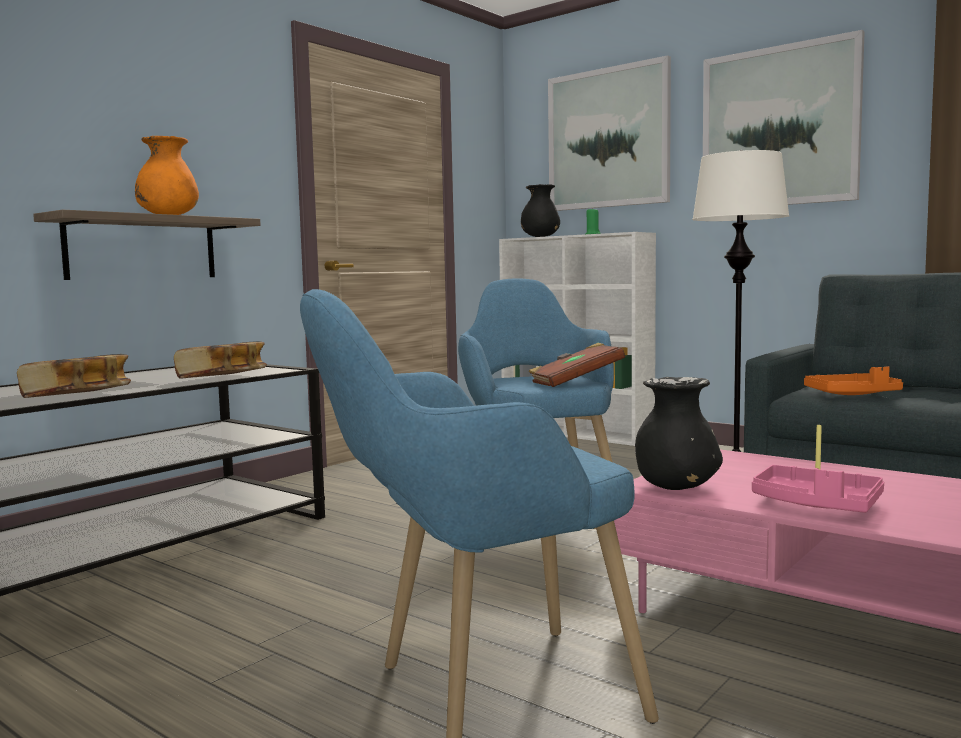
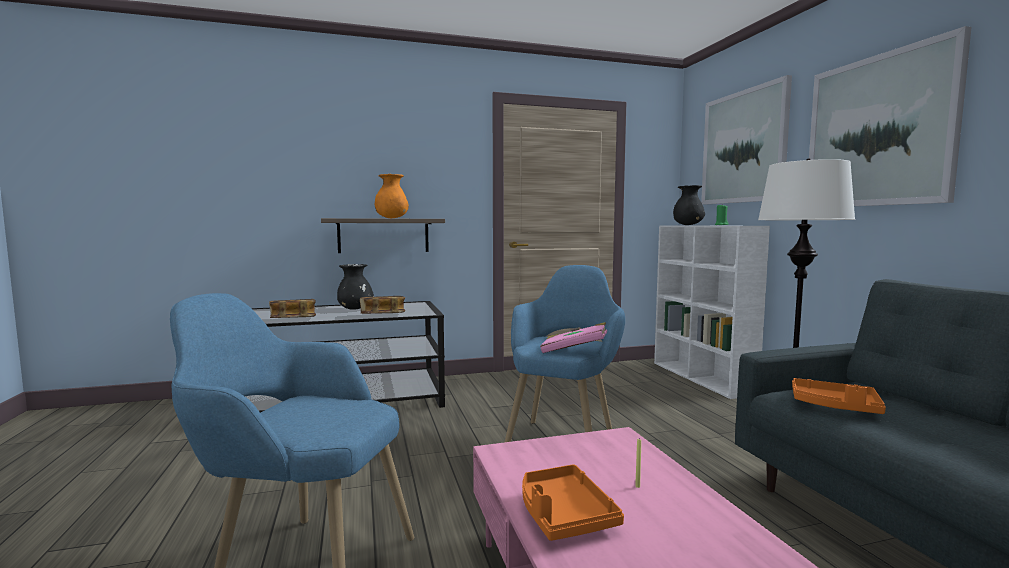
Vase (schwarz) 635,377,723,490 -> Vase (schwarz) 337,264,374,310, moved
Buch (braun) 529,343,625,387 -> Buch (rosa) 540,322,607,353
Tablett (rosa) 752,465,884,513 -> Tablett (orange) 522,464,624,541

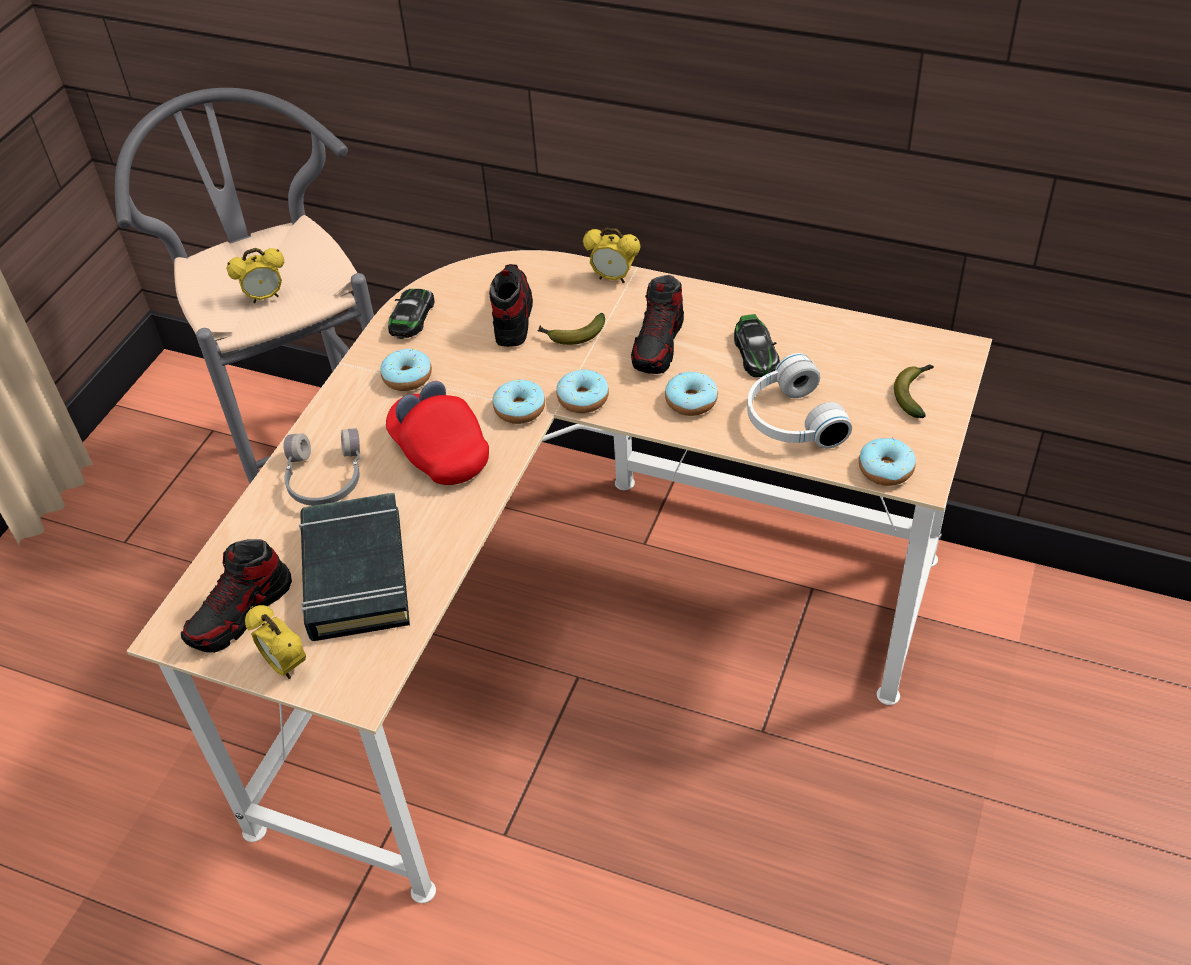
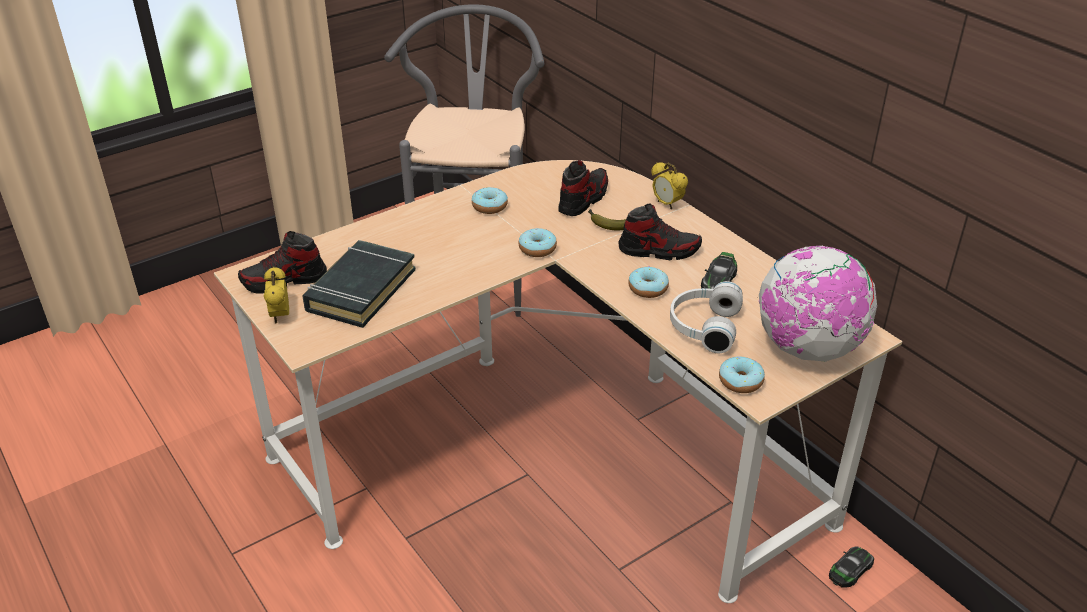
Wecker 227,248,284,303 -> none
Kopfhörer (grau) 283,428,360,506 -> none
Kappe (rot) 386,381,489,485 -> none
Donut 556,369,609,413 -> none
Spielzeugauto 388,289,434,339 -> Spielzeugauto 829,546,874,587, moved
Banane 894,365,934,418 -> Globus 759,245,877,361
Schuh 631,275,684,374 -> Schuh 618,204,702,260, 135 degrees counterclockwise

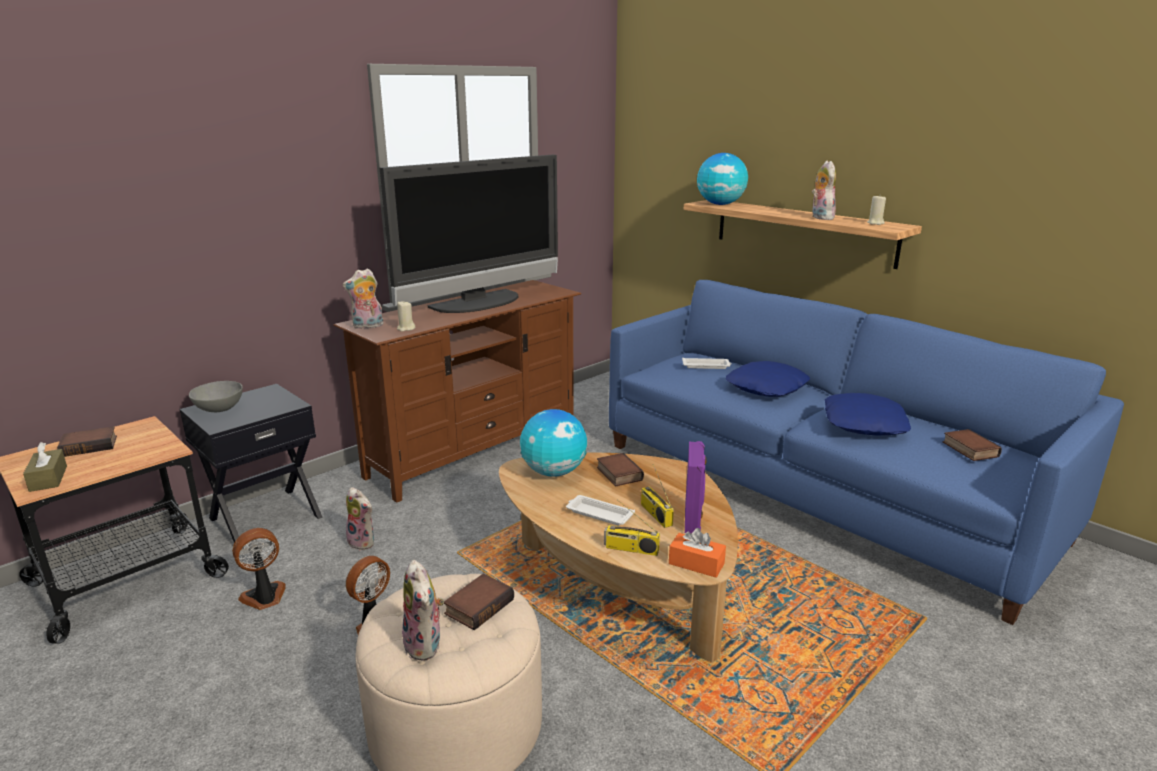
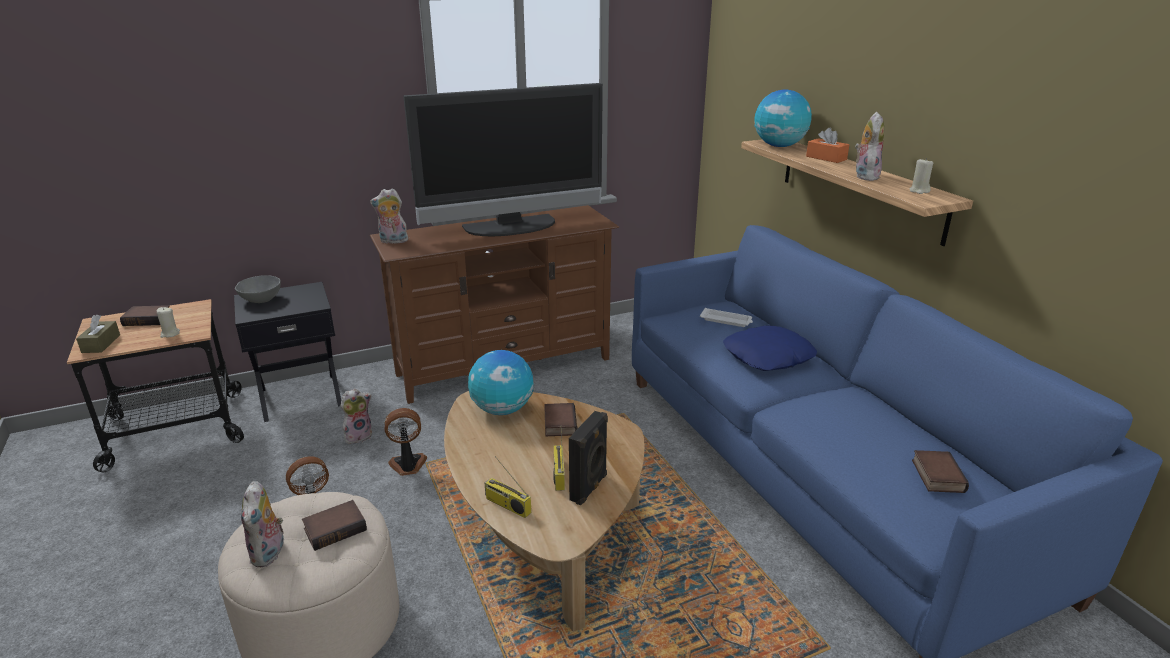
Tablett (weiß) 566,495,635,526 -> none
Kissen (blau) 825,393,911,436 -> none
Ventilator 232,528,286,610 -> Ventilator 385,408,427,476, moved
Kerze (beige) 397,300,415,332 -> Kerze (beige) 157,307,180,338, moved
Taschentuchbox (orange) 669,528,726,578 -> Taschentuchbox (orange) 806,128,849,163, moved
Lautsprecher (lila) 685,441,707,533 -> Lautsprecher (schwarz) 569,411,608,505
Plüschtier 346,487,374,551 -> Plüschtier 340,389,372,444, 90 degrees counterclockwise

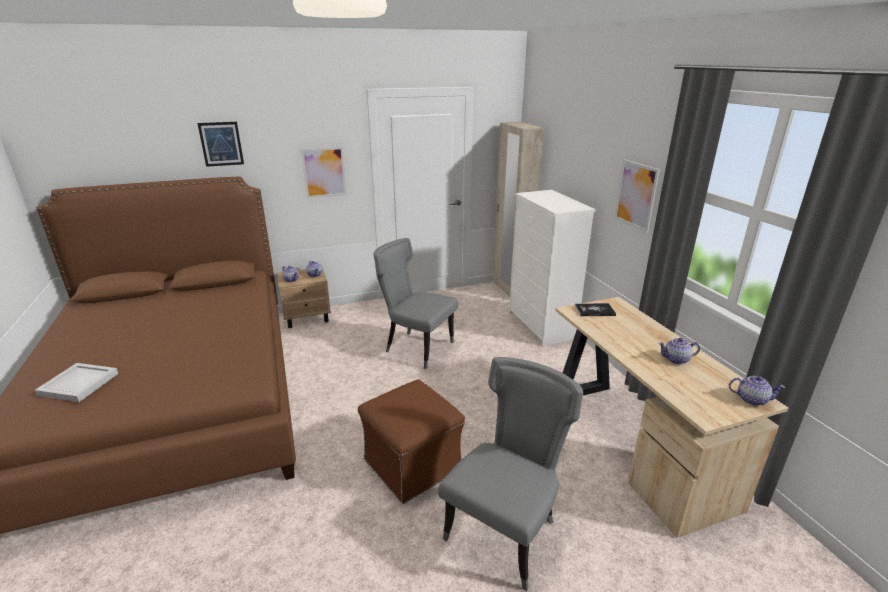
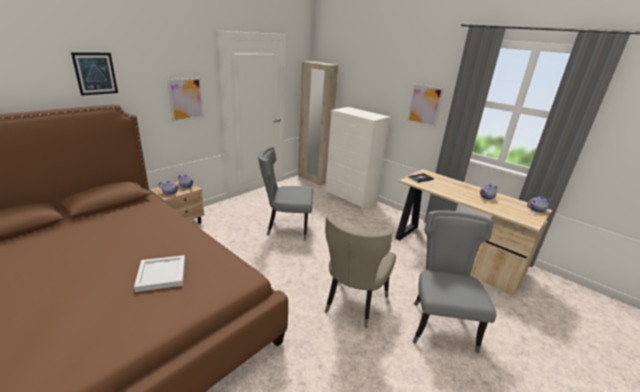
Tablett (weiß) 35,363,118,402 -> Tablett (weiß) 134,255,185,292, moved
Polsterhocker (braun) 358,380,465,504 -> Stuhl (beige) 325,215,396,328

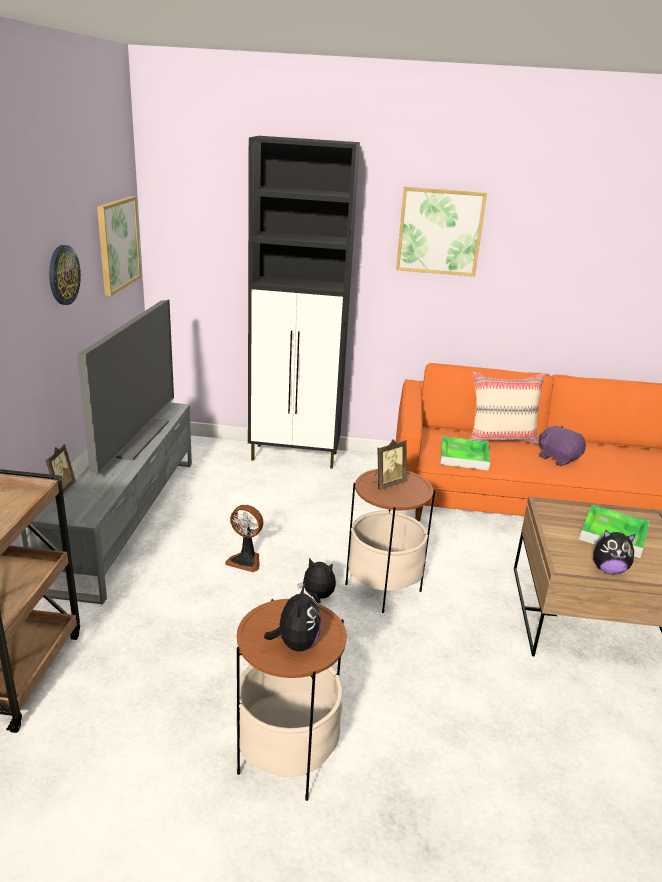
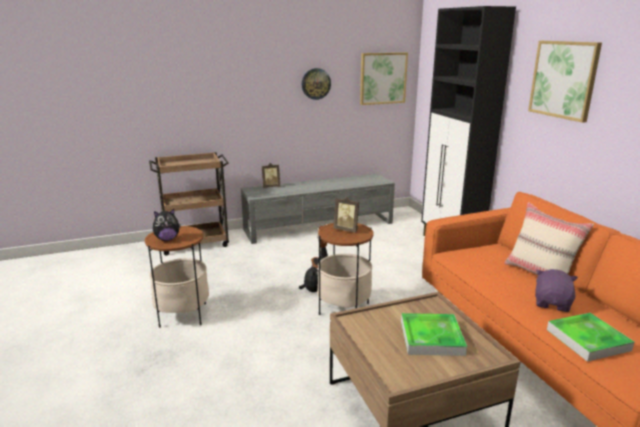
Fernseher 77,299,174,475 -> none
Plüschtier 593,530,636,574 -> none
Tablett 440,436,490,471 -> Tablett 547,313,634,362, moved

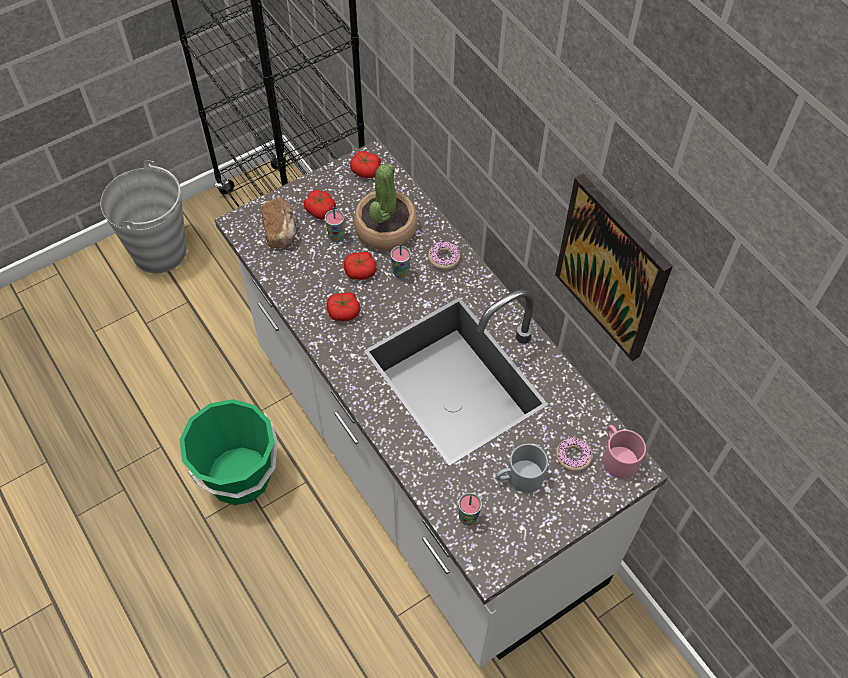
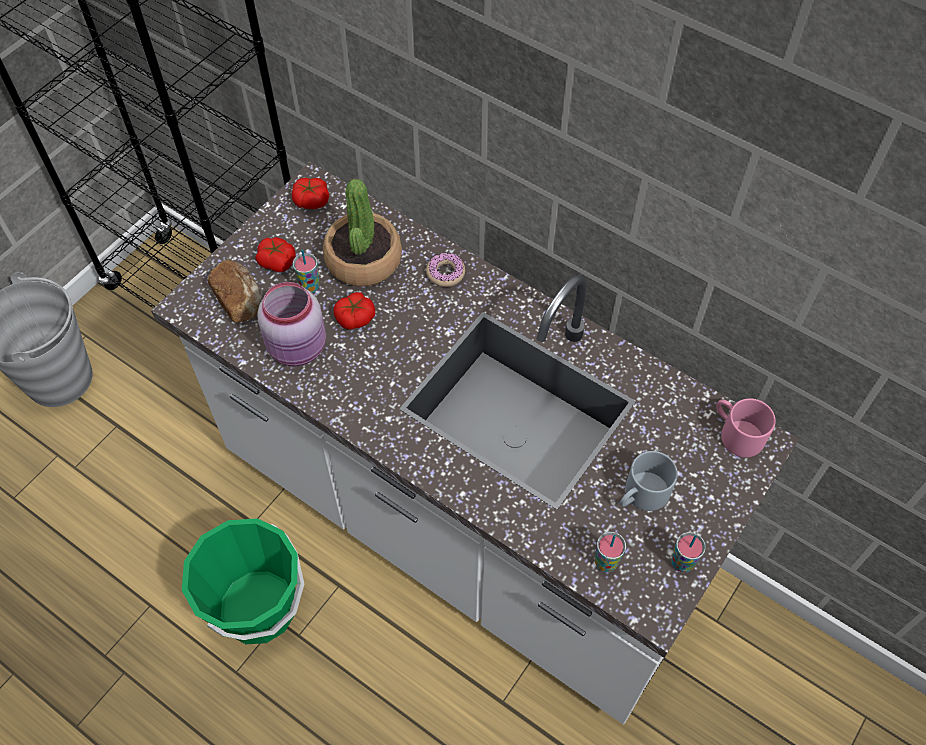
Tomate 327,292,360,321 -> none
Bild 555,174,673,361 -> none
Donut 556,437,592,472 -> none
none -> Vorratsglas (rosa) 257,282,326,366
Tasse 391,243,411,279 -> Tasse 671,532,706,573, moved

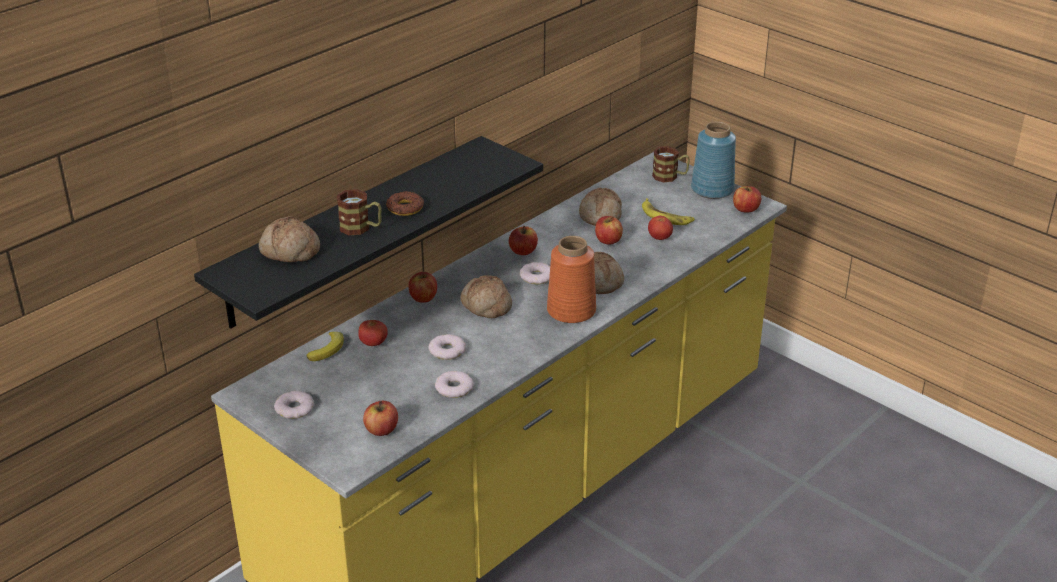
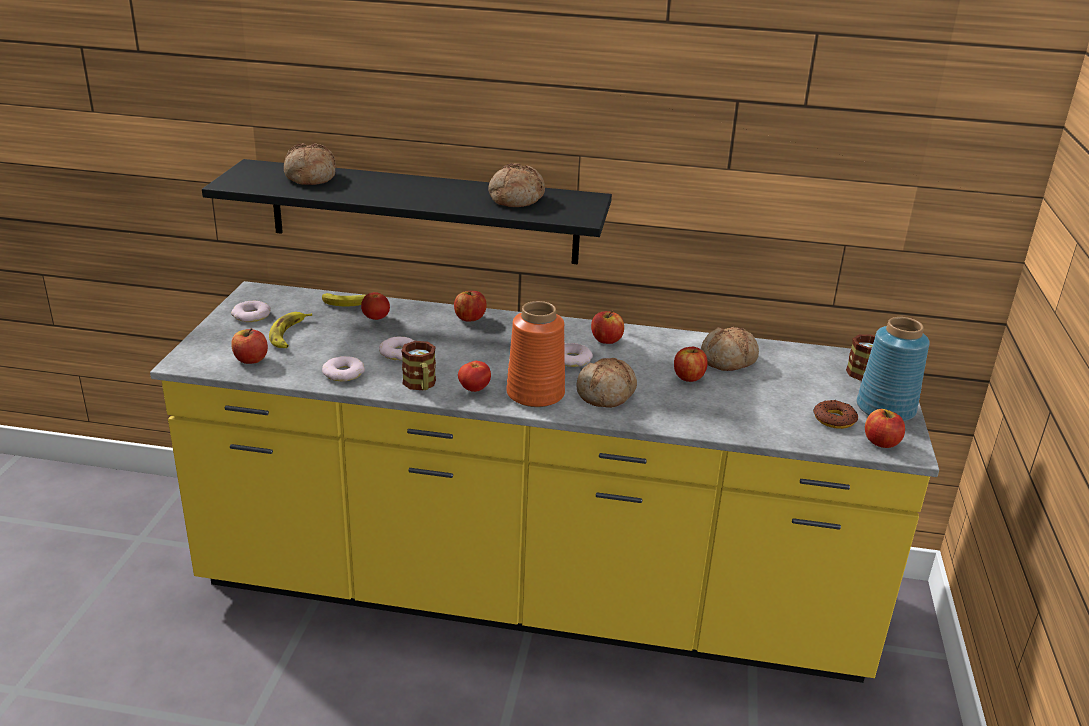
Henkelbecher 337,189,382,235 -> Henkelbecher 401,341,436,390, moved
Donut 386,191,424,216 -> Donut 813,400,858,429, moved
Brot 460,275,512,318 -> Brot 488,163,545,207, moved
Banane 642,198,695,225 -> Banane 269,312,312,348, moved
Tomate 648,216,673,240 -> Tomate 458,361,491,392, moved

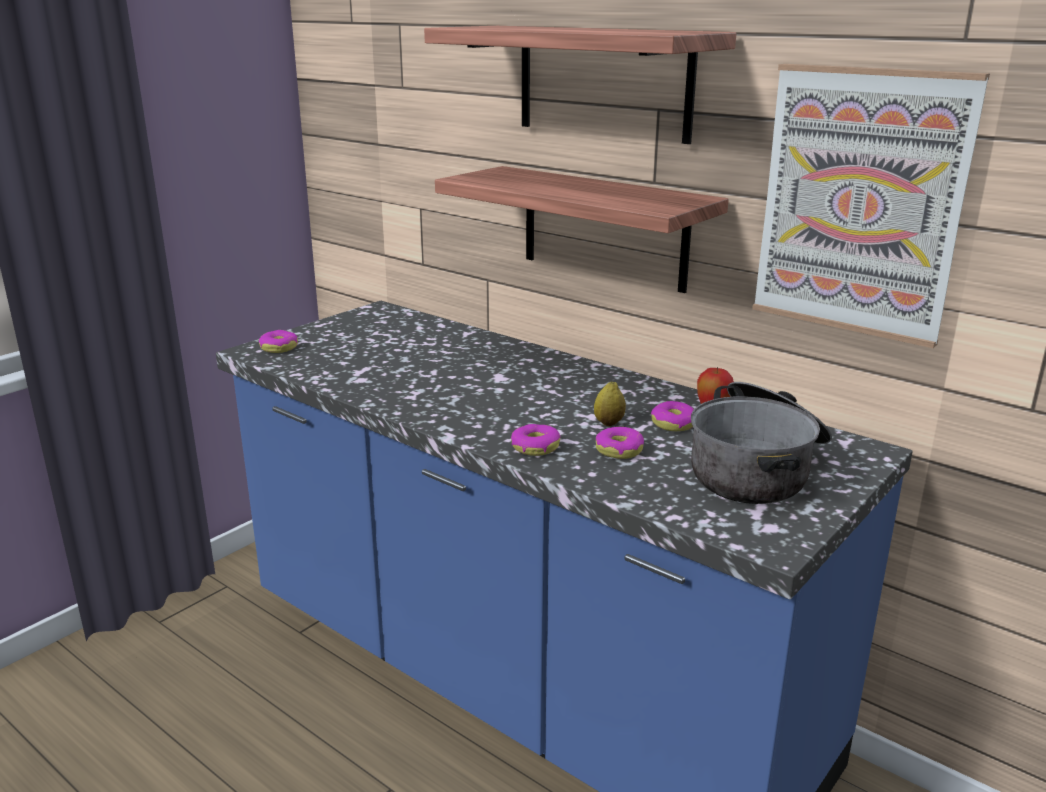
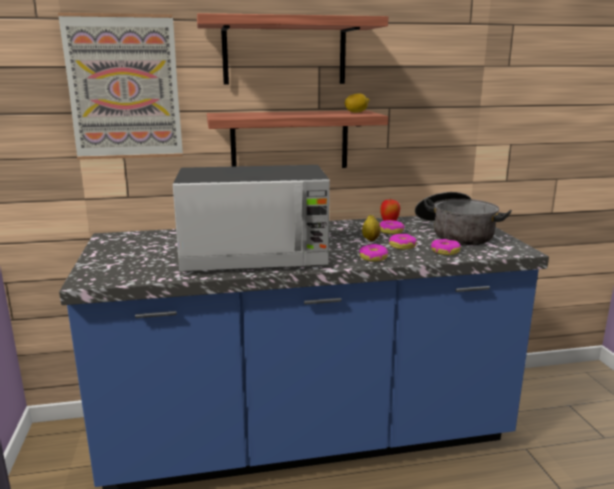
none -> Mikrowelle 173,165,330,271
none -> Zitrone 344,94,369,113
Donut 259,330,298,353 -> Donut 431,239,461,255, moved
Bild 752,64,990,348 -> Bild 58,13,183,160, moved

